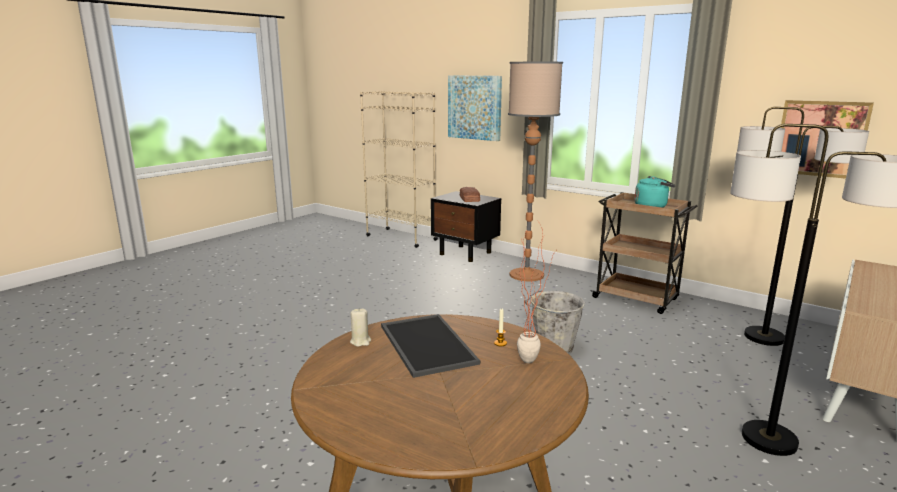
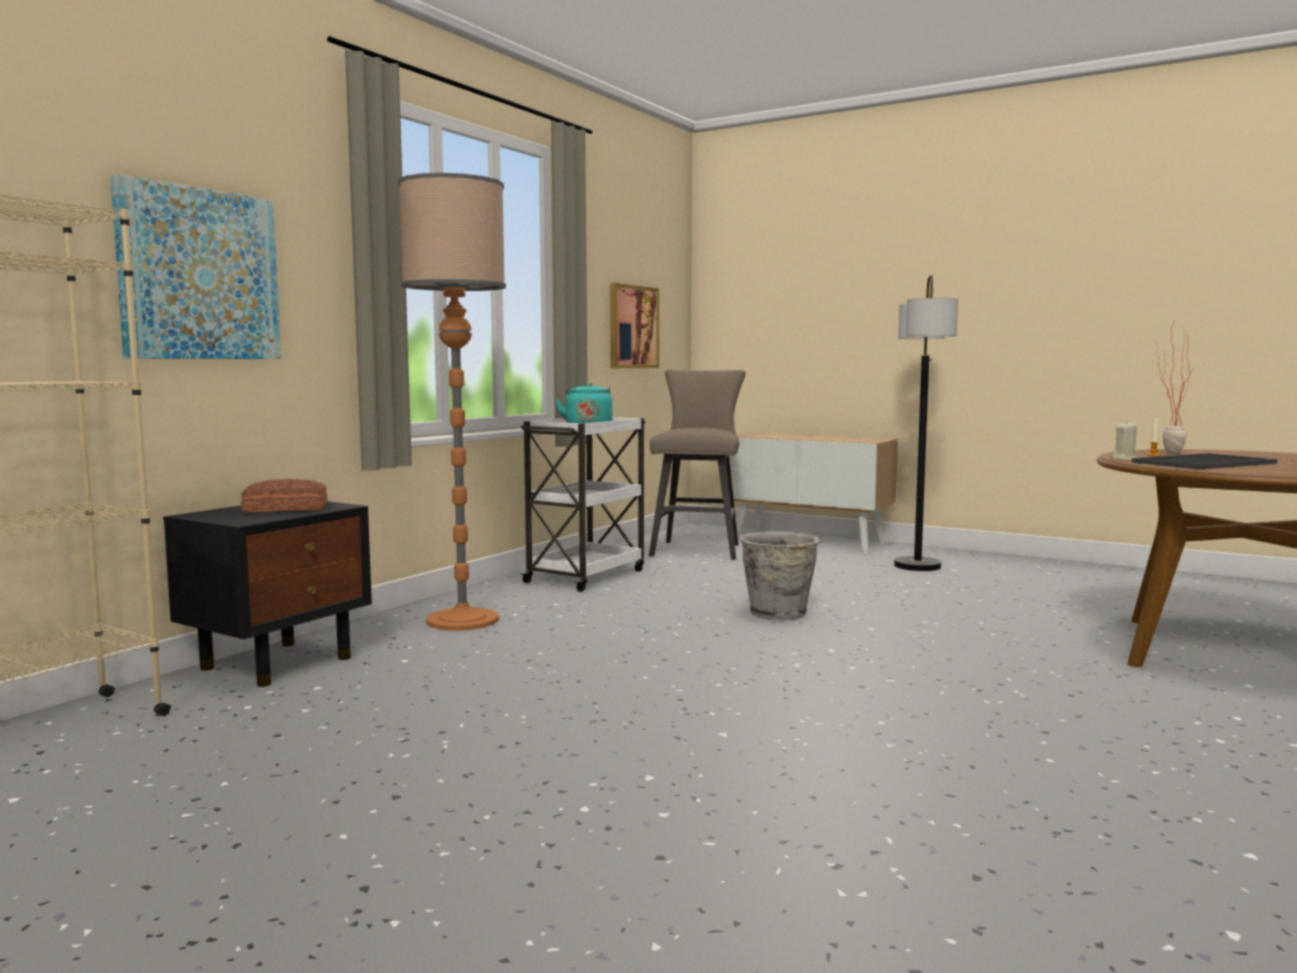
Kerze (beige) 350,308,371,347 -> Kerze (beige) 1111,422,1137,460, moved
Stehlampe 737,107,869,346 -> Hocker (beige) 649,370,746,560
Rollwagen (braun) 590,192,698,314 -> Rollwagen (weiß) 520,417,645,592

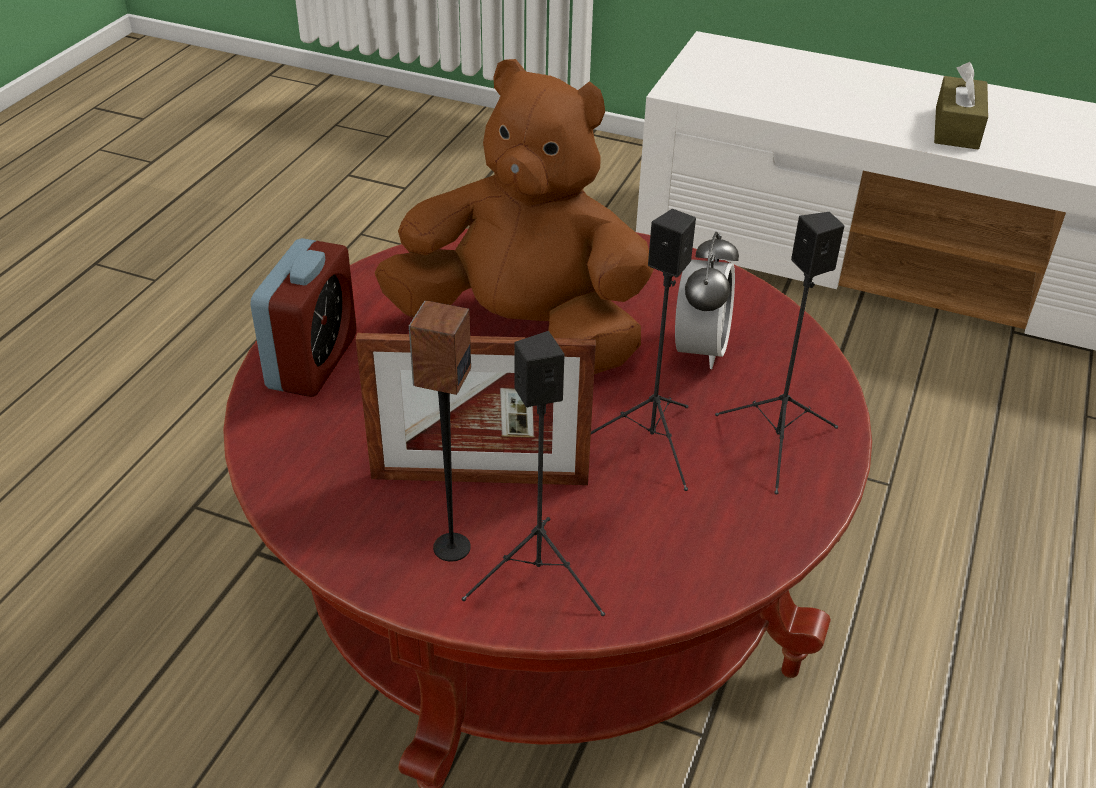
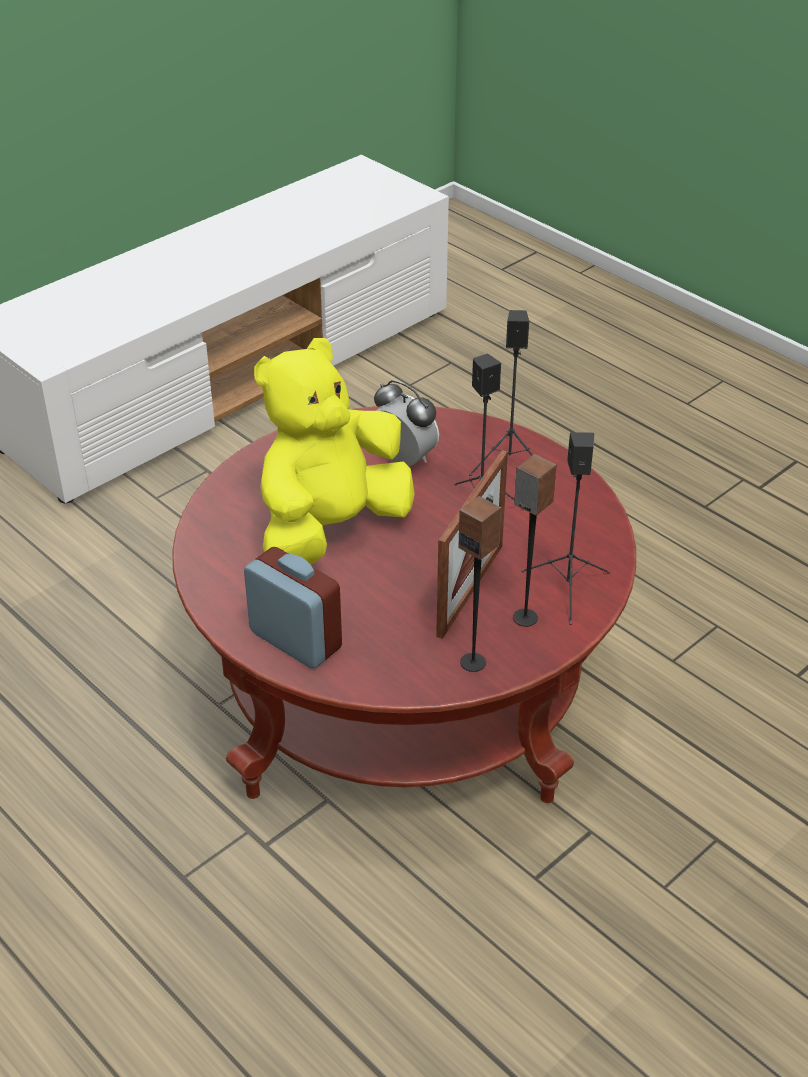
Taschentuchbox (braun) 934,62,988,149 -> none
none -> Lautsprecher 458,496,501,672
Plüschtier (braun) 374,59,654,374 -> Plüschtier (gelb) 254,338,415,564

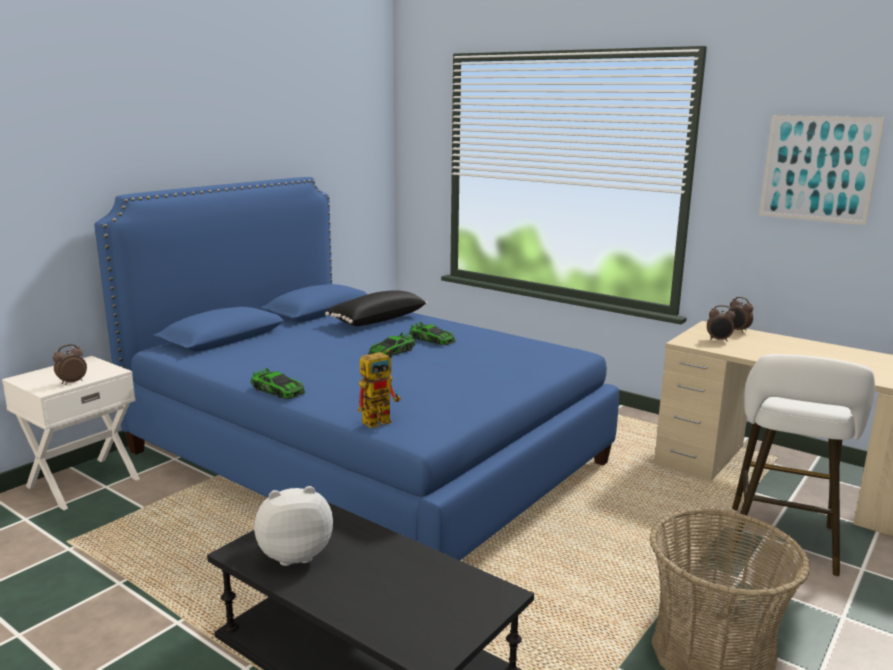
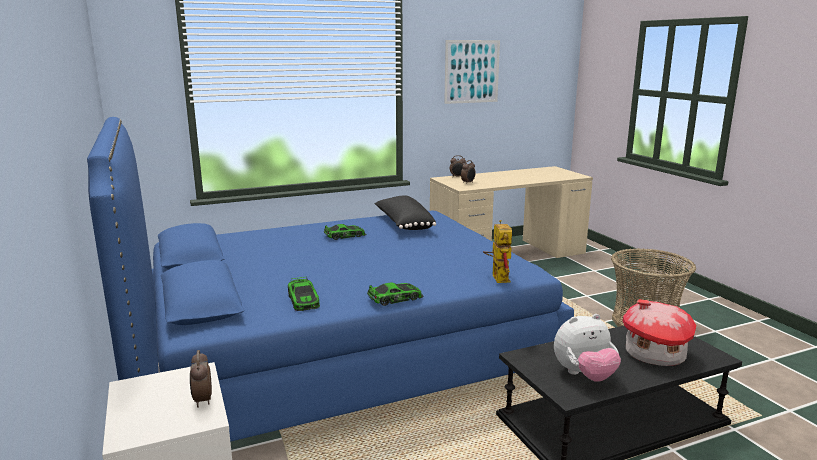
Hocker (weiß) 730,354,875,576 -> none
none -> Spielzeughaus 622,299,696,366
Kissen (schwarz) 325,290,427,326 -> Kissen (schwarz) 374,195,436,230, moved
Spielzeugauto 368,333,416,358 -> Spielzeugauto 288,277,320,311, moved
Plüschtier 254,486,333,566 -> Plüschtier 554,314,621,382, 120 degrees counterclockwise

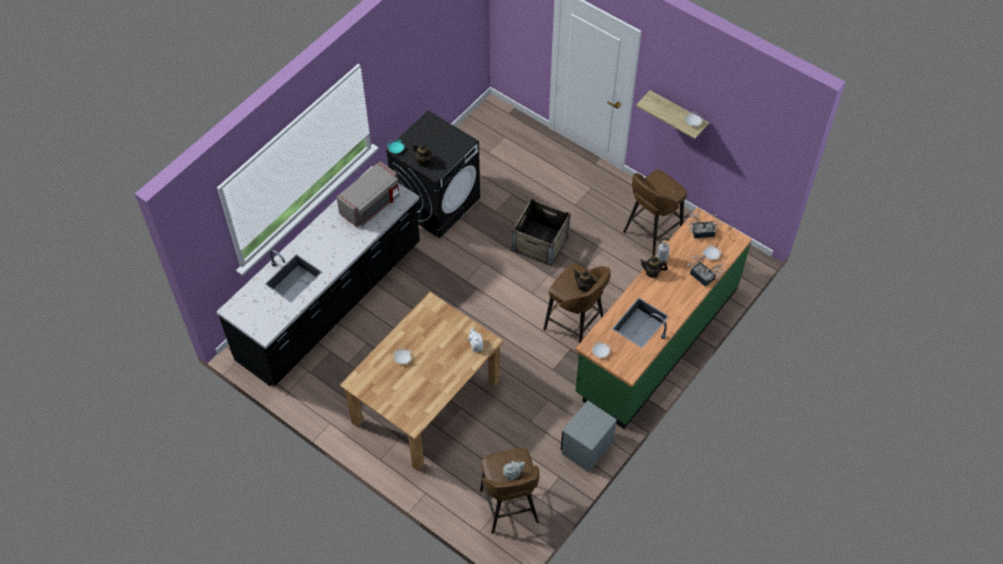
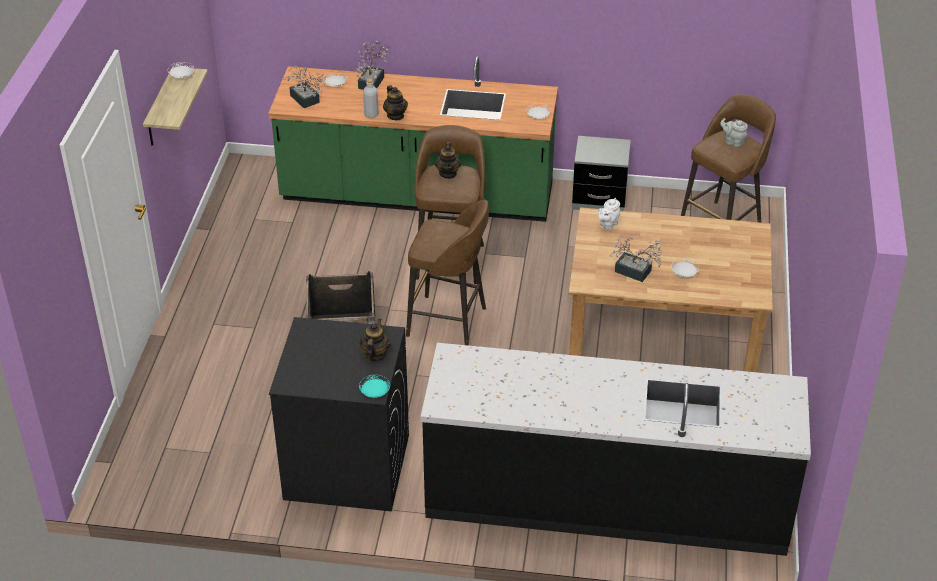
Mikrowelle (grau) 336,161,400,226 -> none
none -> Topfpflanze 610,237,665,282
Hocker (braun) 623,170,687,256 -> Hocker (braun) 406,200,489,346, moved

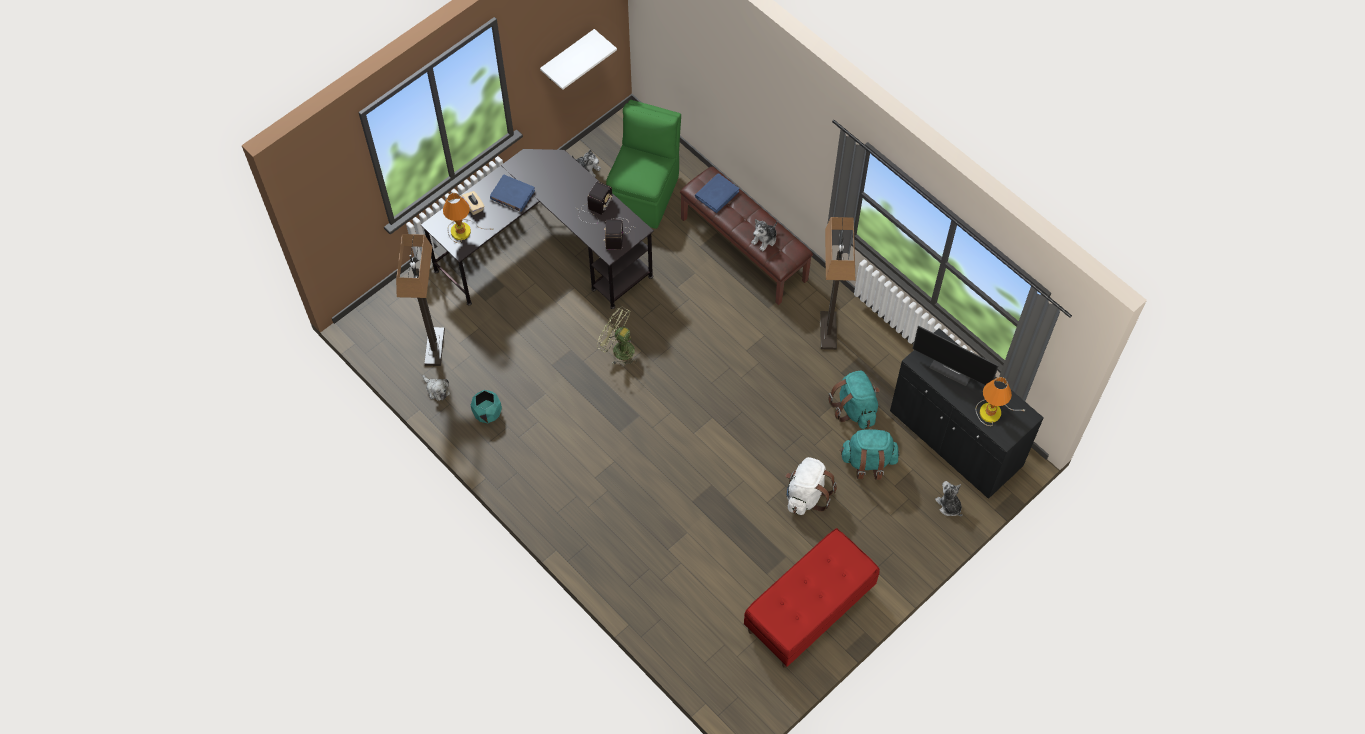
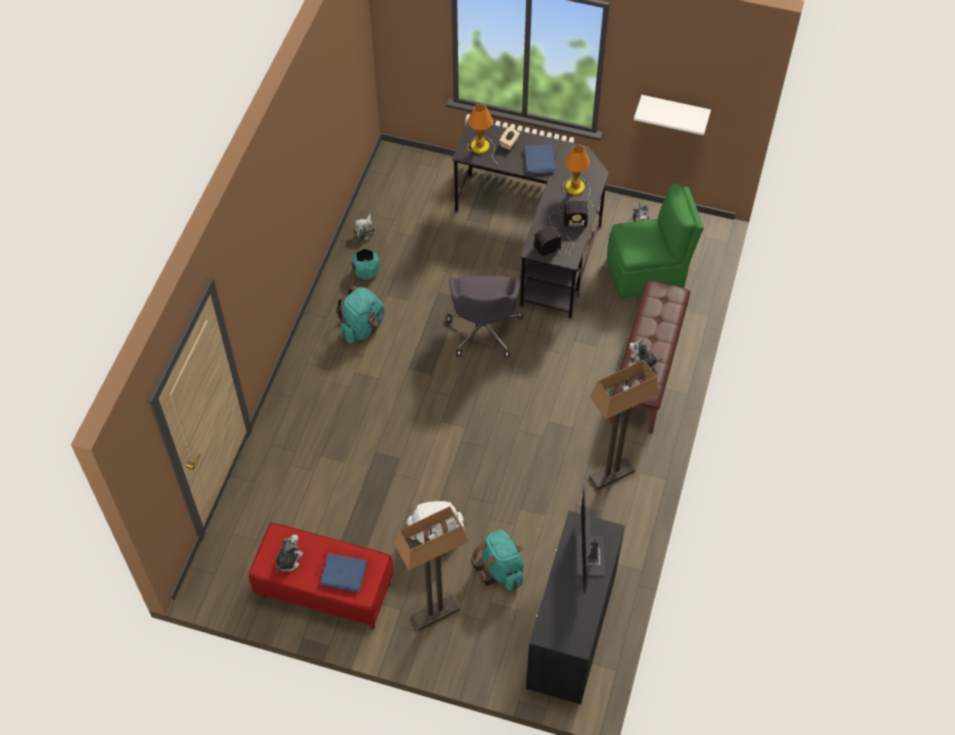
Stehlampe 396,234,445,366 -> Stehlampe 394,506,469,631, moved
Buch (blau) 695,174,739,213 -> Buch (blau) 320,553,367,592, moved
Rucksack (türkis) 829,371,880,429 -> Rucksack (türkis) 336,286,385,343, moved
Plüschtier 935,481,962,516 -> Plüschtier 276,534,303,572, moved
Tischlampe 976,377,1025,426 -> Tischlampe 562,145,594,207, moved
Ventilator (grün) 597,307,637,367 -> Bürostuhl (grau) 446,276,523,358

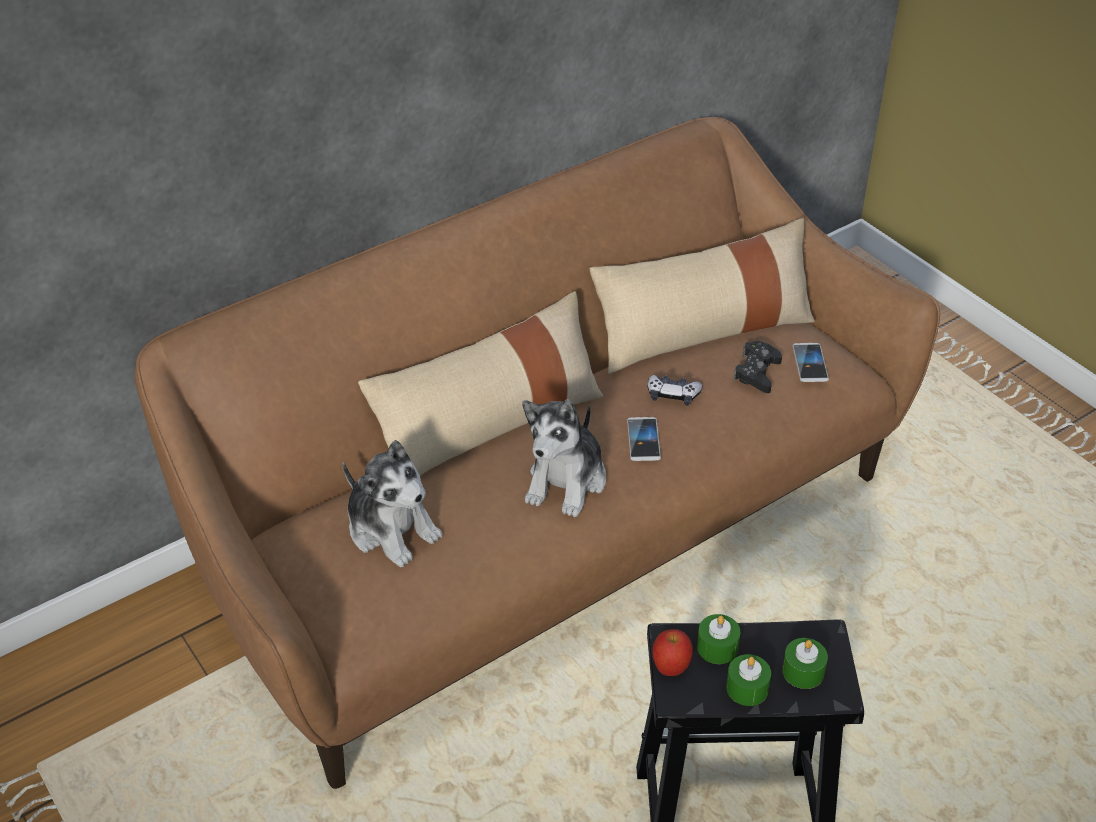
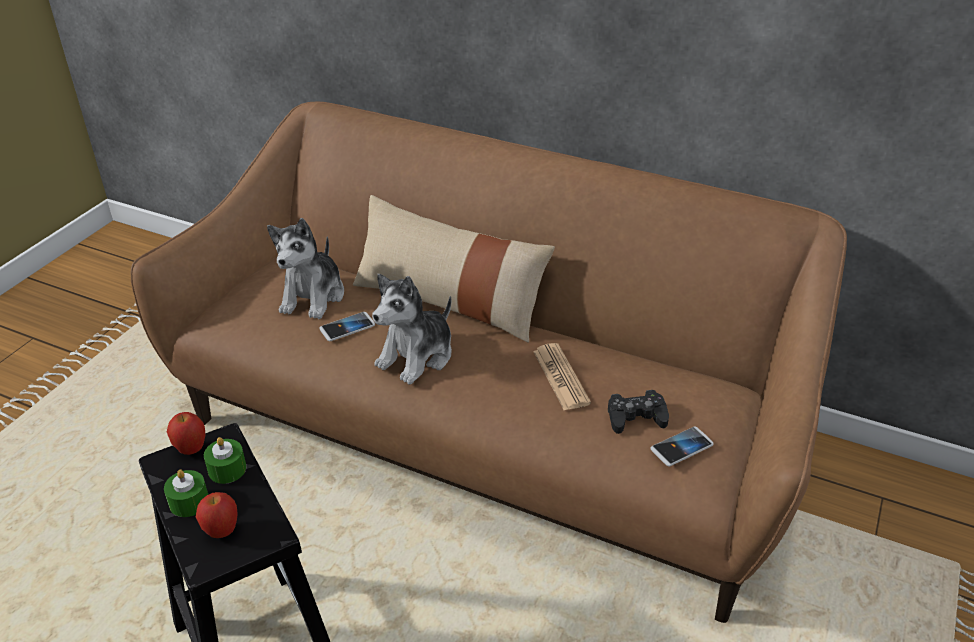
Kissen (beige) 589,218,815,374 -> none
Handy 627,417,661,461 -> Handy 319,312,375,341, moved
Gamepad 647,375,702,406 -> Zeitung 533,343,591,410
Kerze (grün) 782,638,828,689 -> Apfel 196,492,238,538
Plüschtier 522,399,606,517 -> Plüschtier 372,274,452,385, 45 degrees counterclockwise

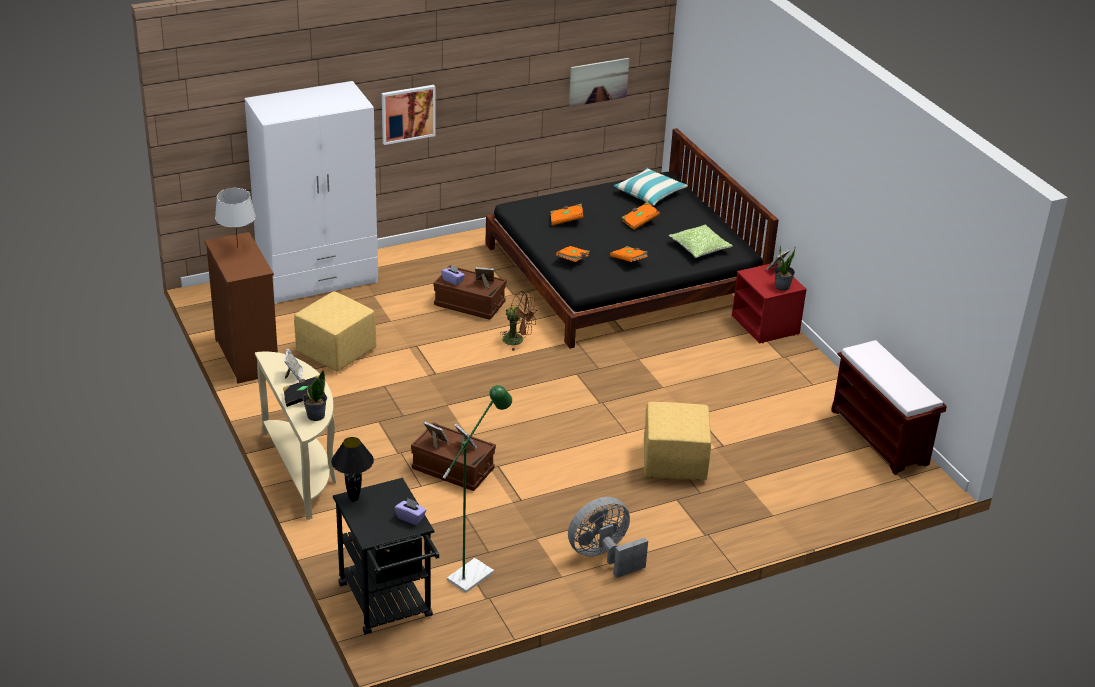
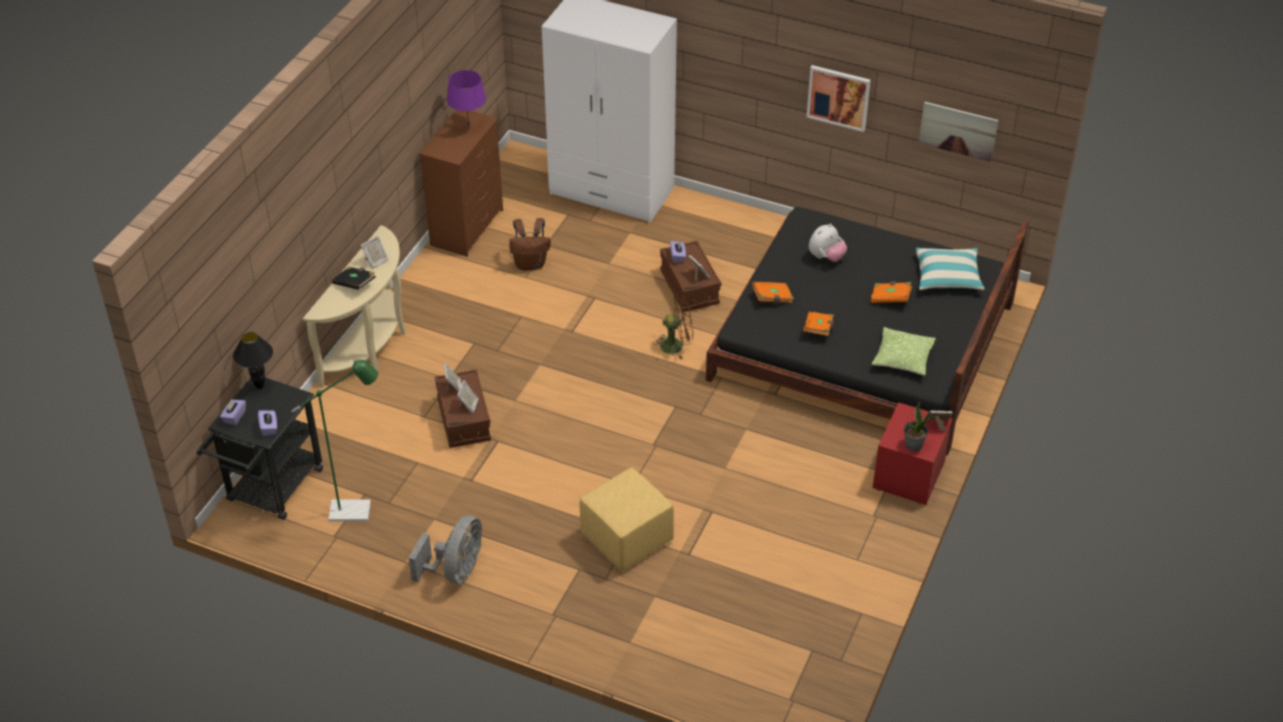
Topfpflanze 303,370,327,421 -> none
Bank (braun) 831,340,947,475 -> none
none -> Taschentuchbox (lila) 220,399,246,425
Bild 382,85,436,145 -> Bild 807,65,871,132, moved
Polsterhocker (gelb) 294,291,376,371 -> Rucksack (braun) 509,218,551,270
Buch (orange) 550,204,583,226 -> Plüschtier 809,224,847,262
Tischlampe (grau) 215,188,256,247 -> Tischlampe (lila) 447,70,486,127
Ventilator (braun) 499,291,536,351 -> Ventilator (braun) 653,295,693,360, 75 degrees counterclockwise
Ventilator (grau) 568,497,648,578 -> Ventilator (grau) 409,515,482,583, 90 degrees clockwise

